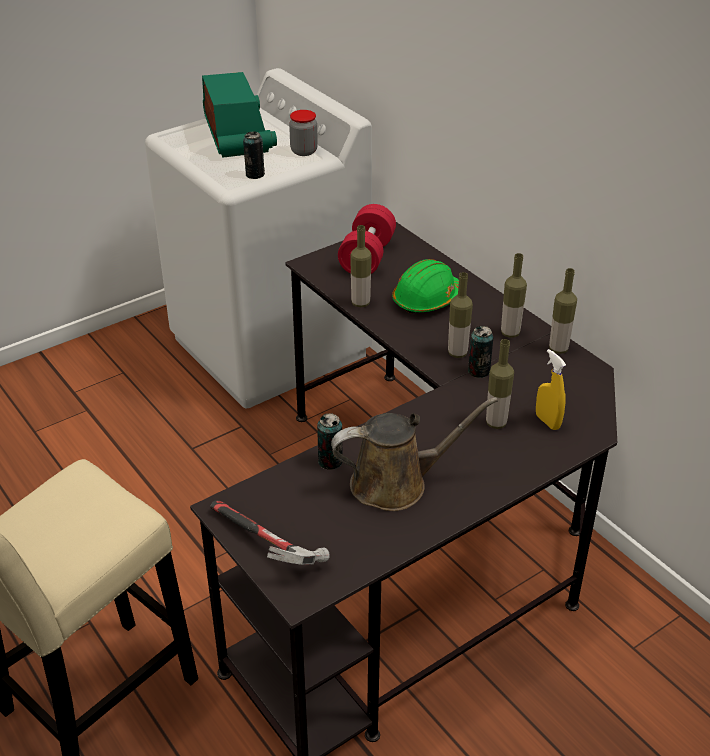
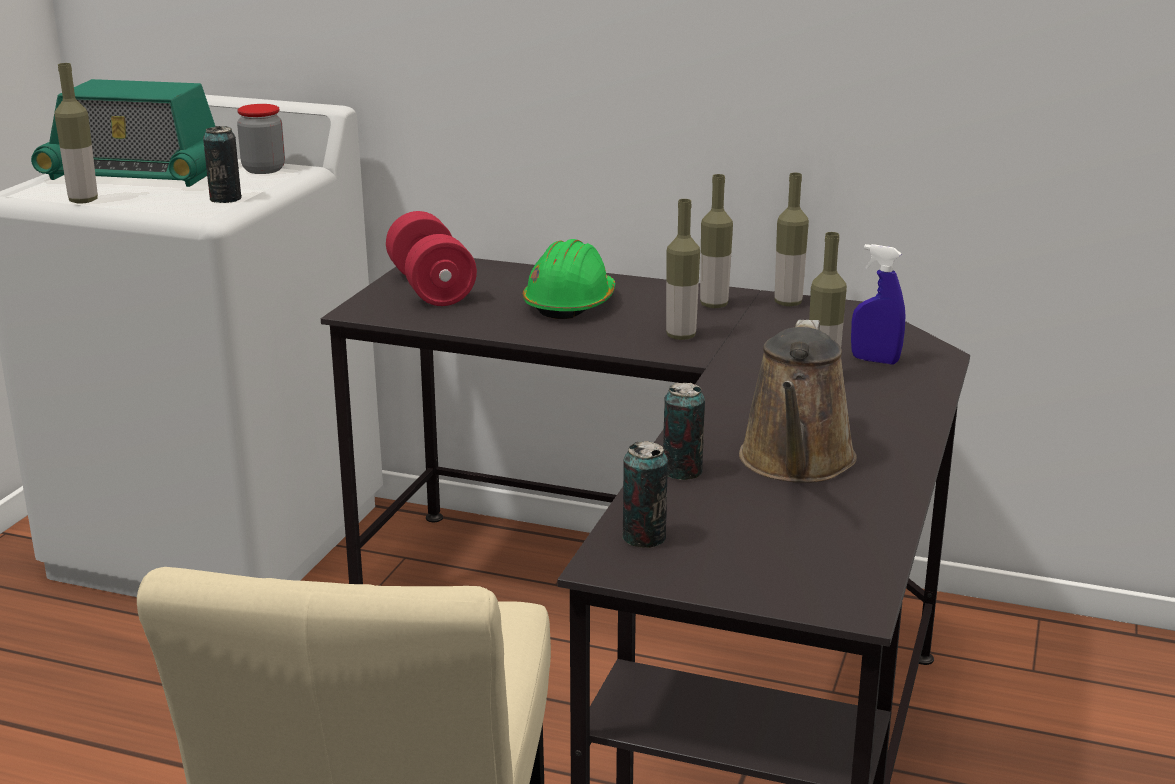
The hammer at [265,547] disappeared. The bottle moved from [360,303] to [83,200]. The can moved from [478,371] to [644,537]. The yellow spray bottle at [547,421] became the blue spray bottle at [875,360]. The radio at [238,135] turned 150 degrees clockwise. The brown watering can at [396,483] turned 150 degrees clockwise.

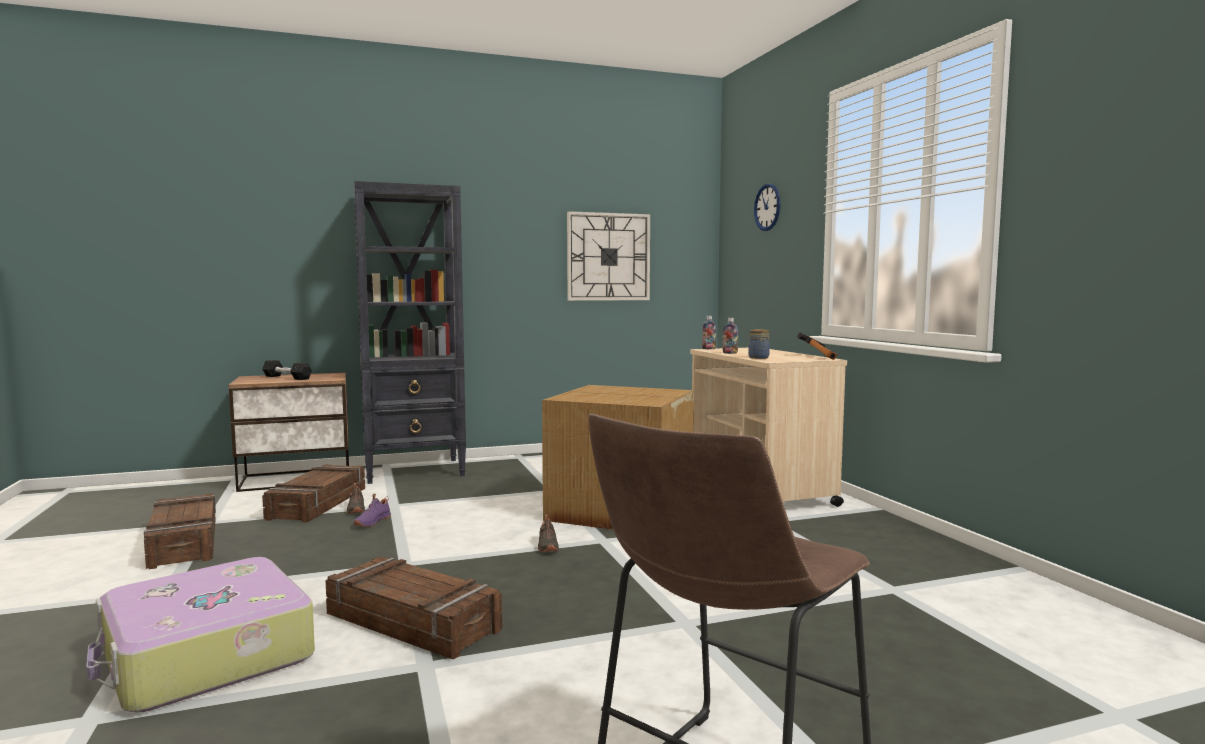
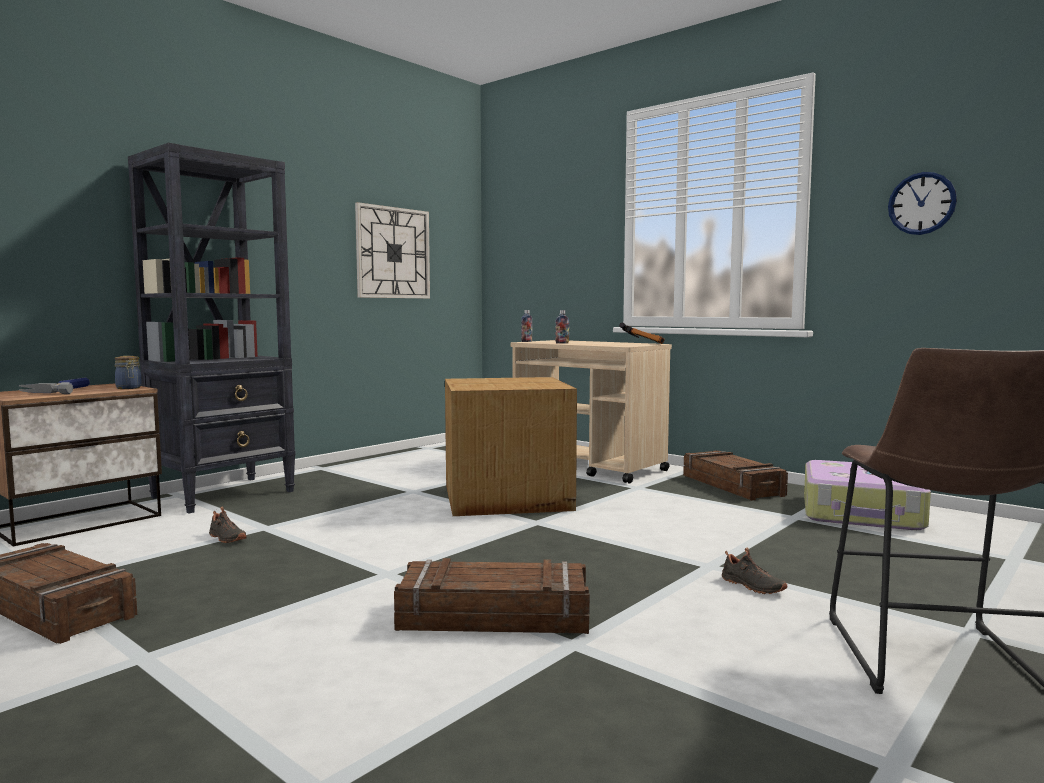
The purple shoe at [371,522] disappeared. The suitcase moved from [206,656] to [862,513]. The crate moved from [319,504] to [732,485]. The black shoe moved from [547,546] to [752,587]. The jar moved from [759,358] to [129,388]. The wall clock moved from [767,207] to [921,203]. The black dumbbell at [287,377] was replaced by the hammer at [62,390].

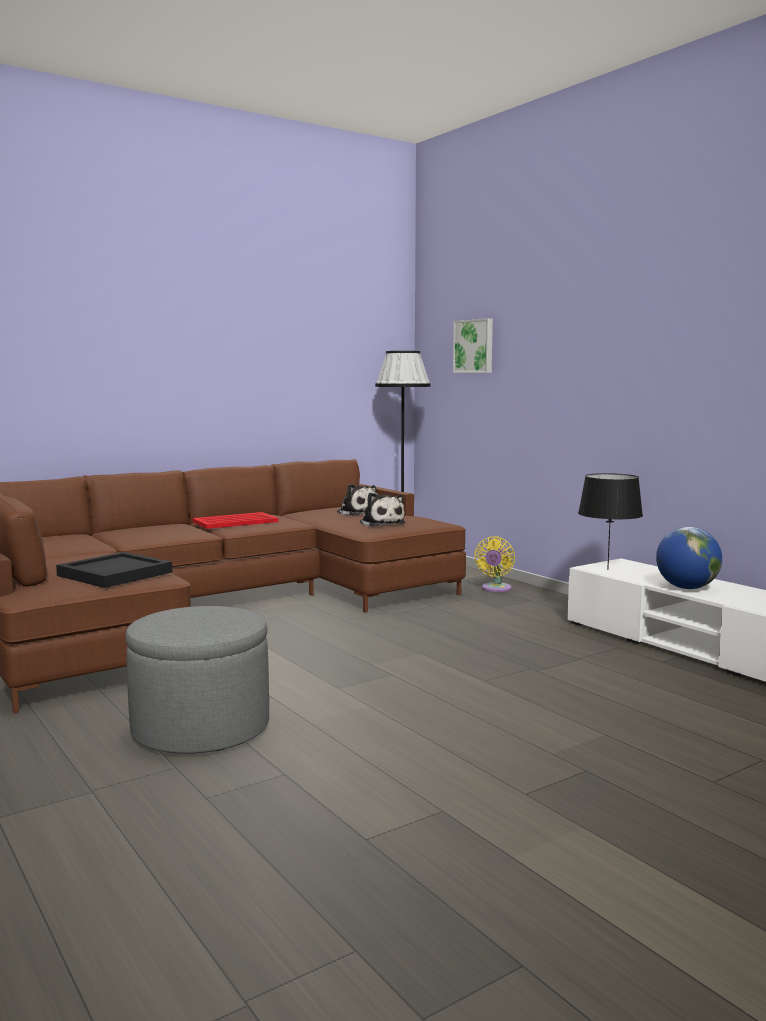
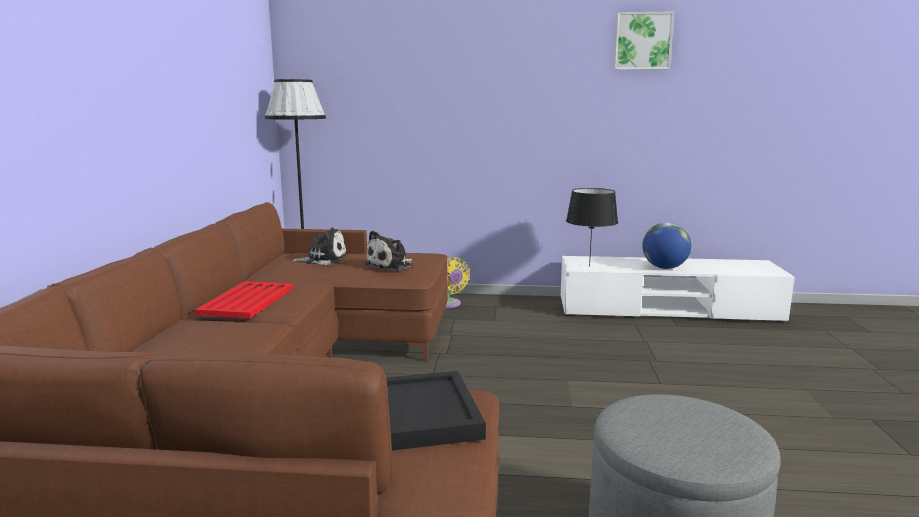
The picture moved from [474,346] to [642,41]. The plush toy at [381,523] turned 120 degrees clockwise.

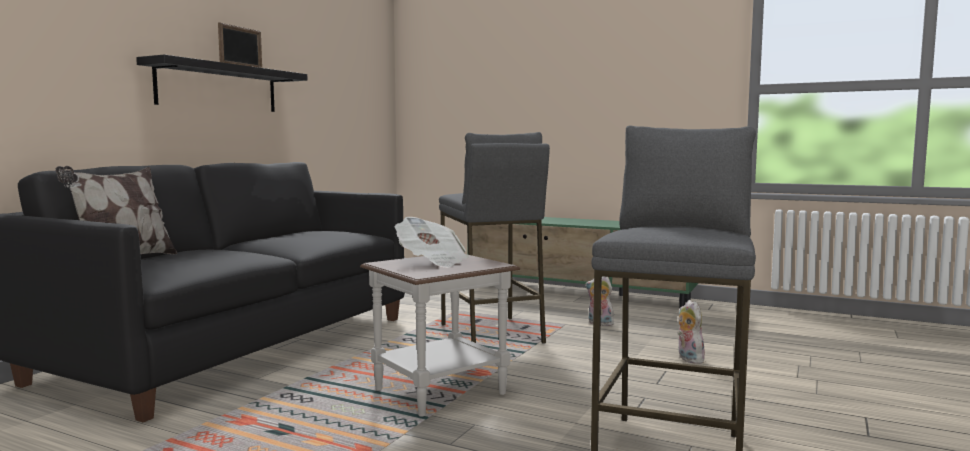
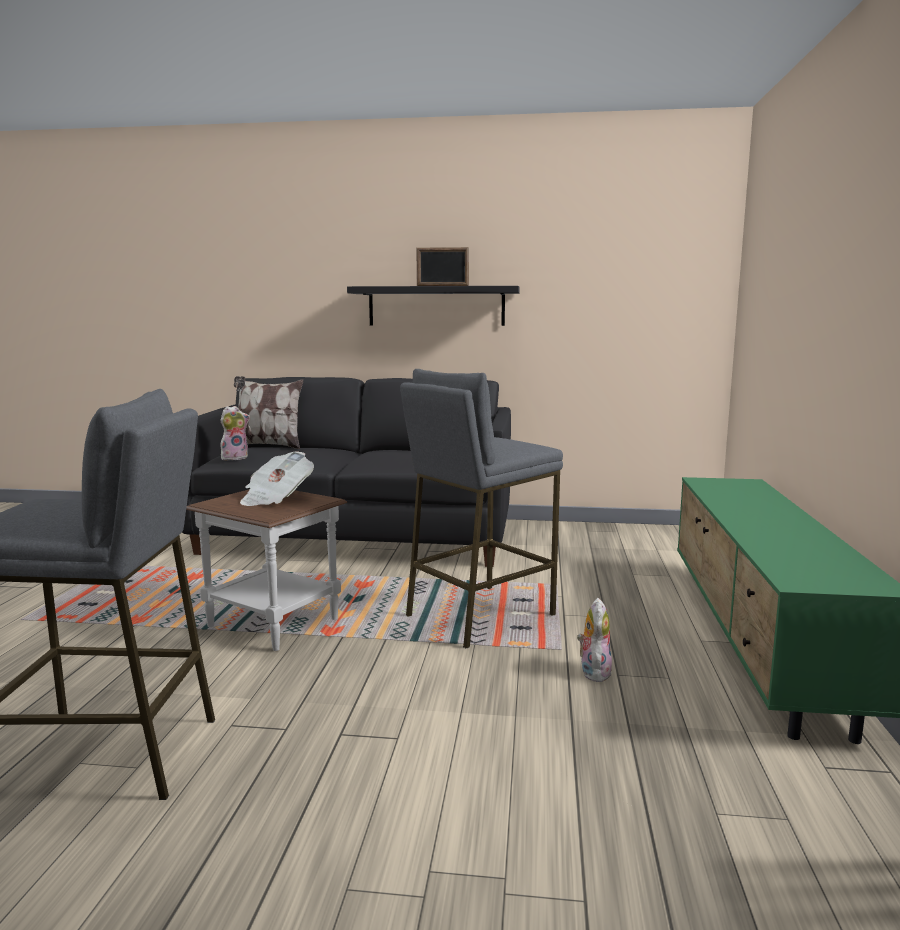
The plush toy moved from [688,359] to [235,458].

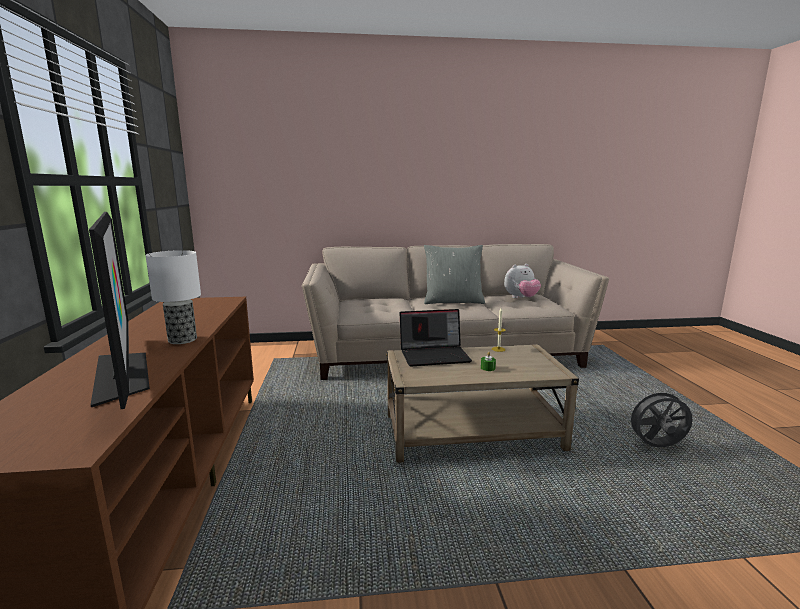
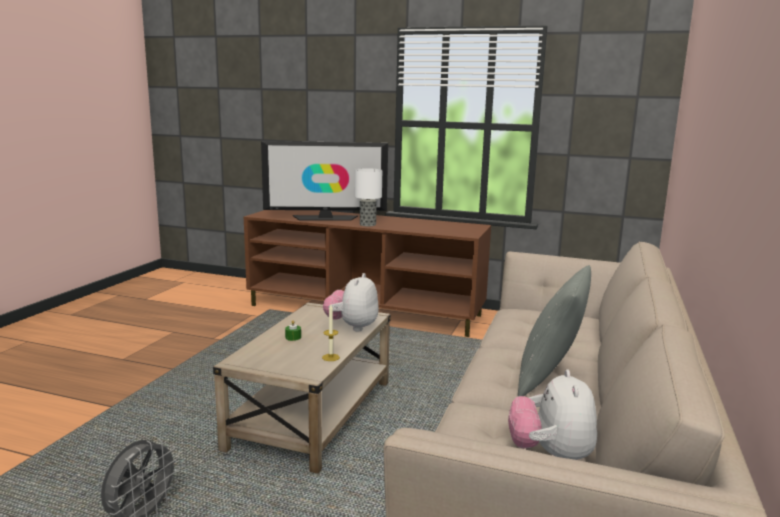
The laptop at [435,355] was replaced by the plush toy at [352,327].

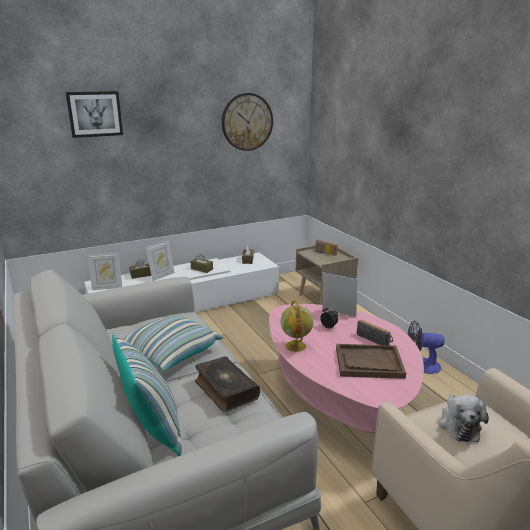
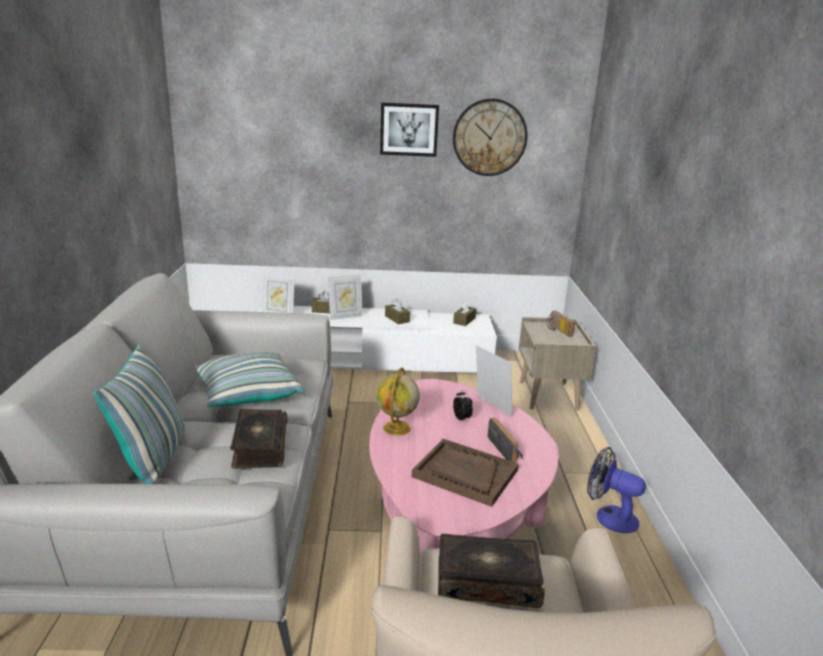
The picture moved from [95,114] to [409,129]. The plush toy at [459,425] was replaced by the book at [487,581].

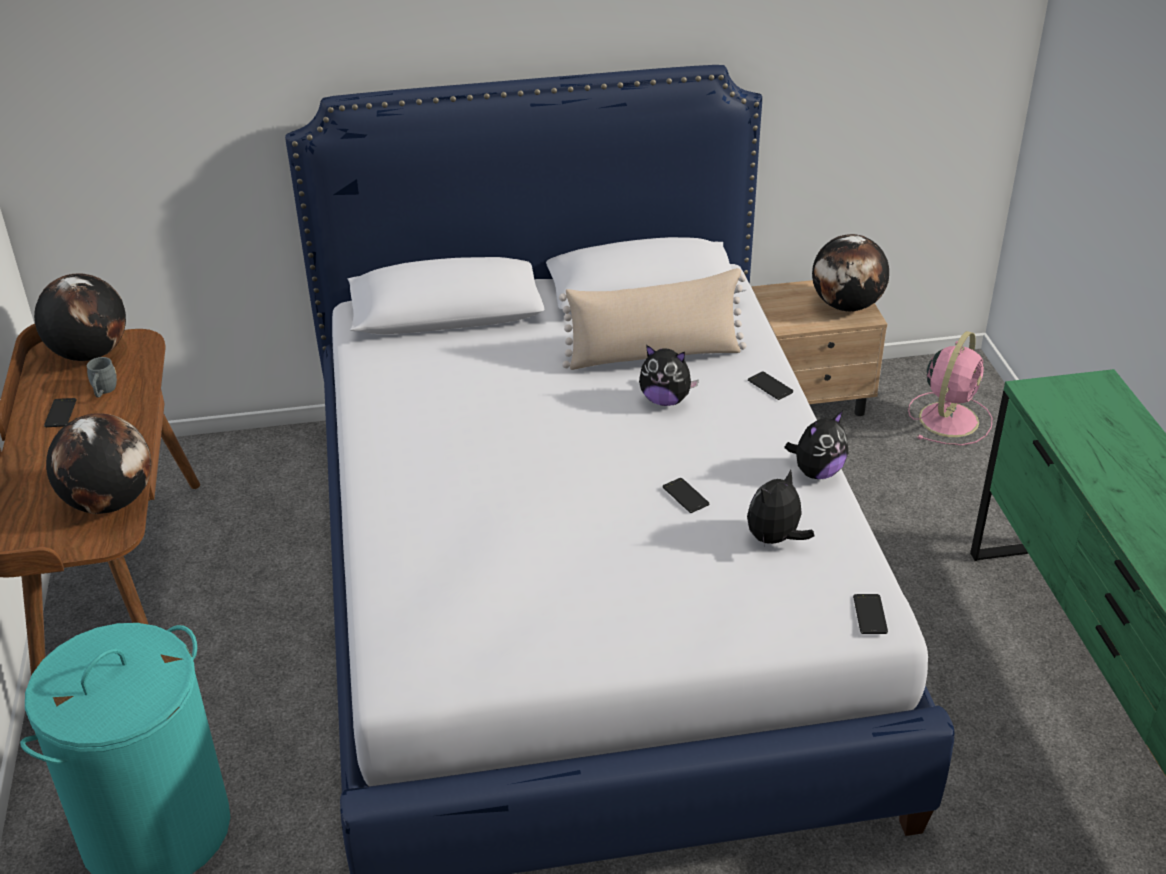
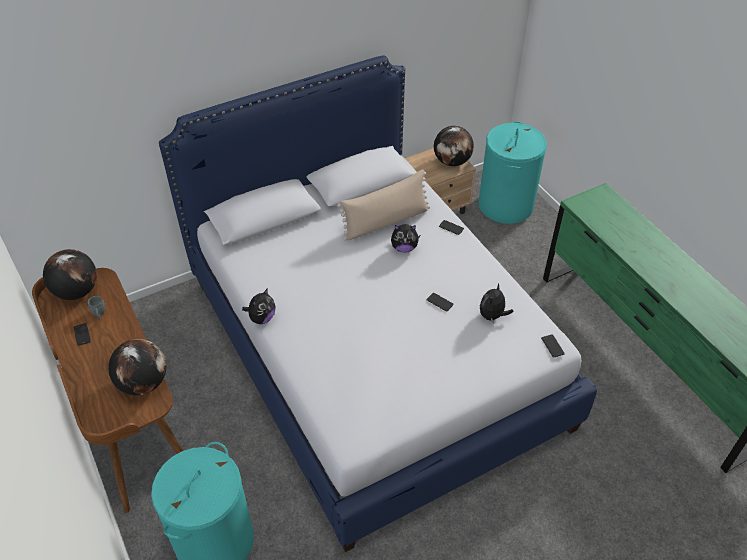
The plush toy moved from [817,472] to [262,318]. The pink fan at [949,418] was replaced by the turquoise laundry basket at [505,205].

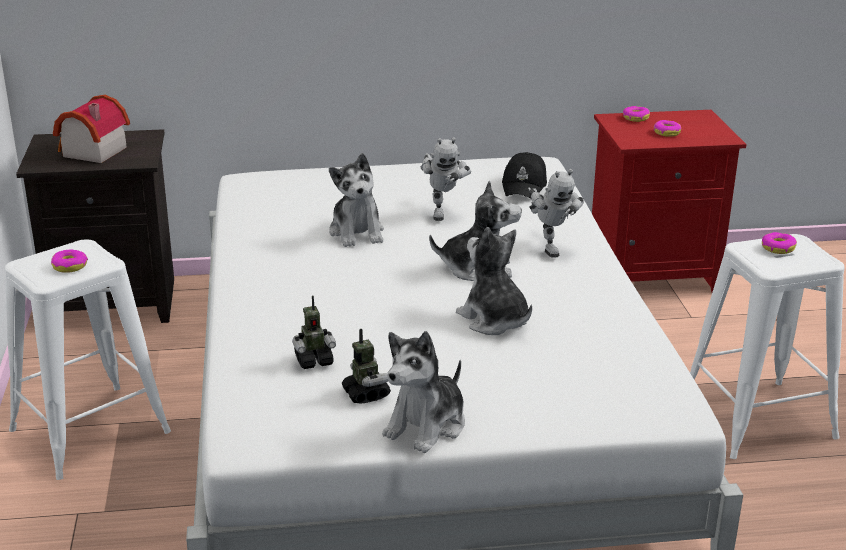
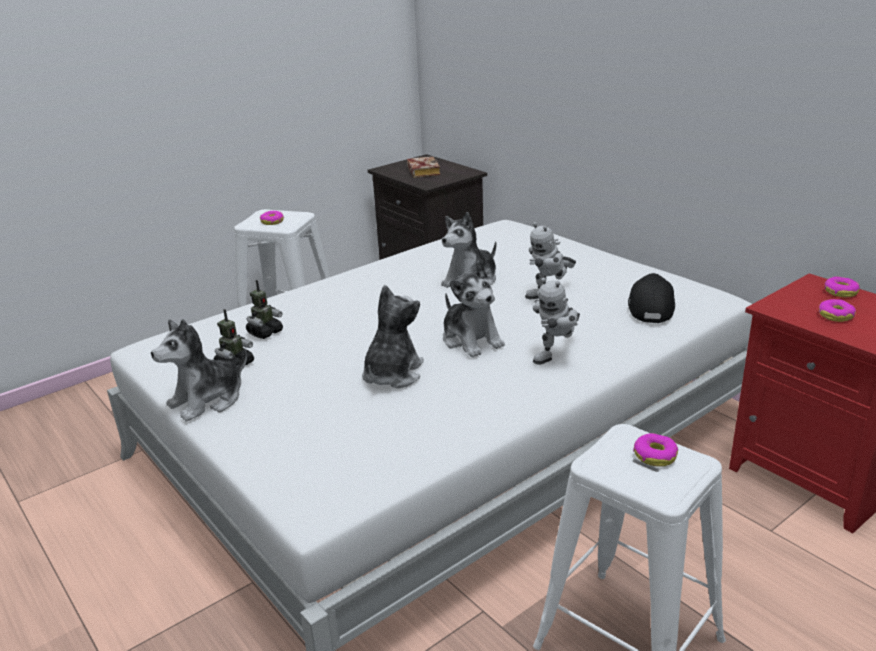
The toy house at [90,152] was replaced by the book at [421,171]. The toy robot at [314,360] turned 90 degrees counterclockwise. The plush toy at [427,426] turned 45 degrees counterclockwise. The black cap at [525,185] turned 120 degrees clockwise.

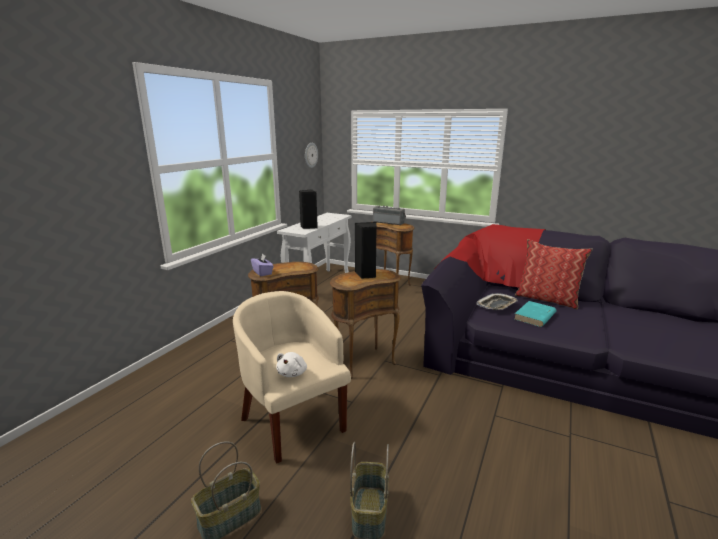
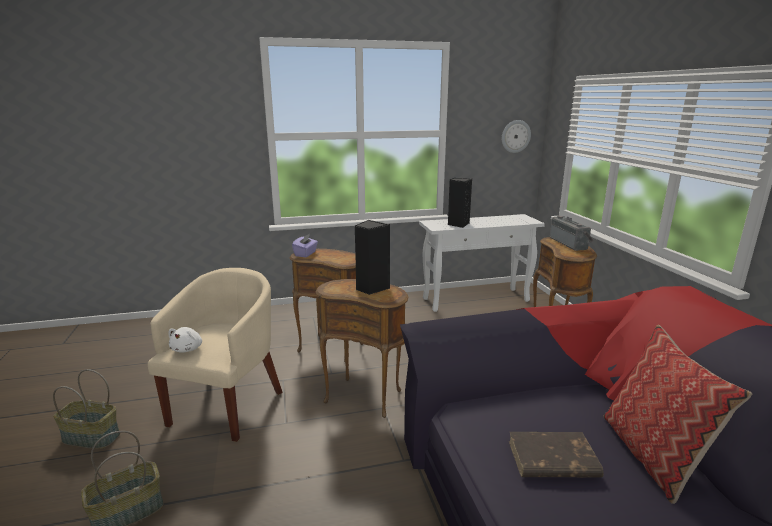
The tray at [497,305] disappeared. The turquoise book at [535,316] became the brown book at [552,459]. The white plush toy at [293,373] turned 60 degrees counterclockwise.

